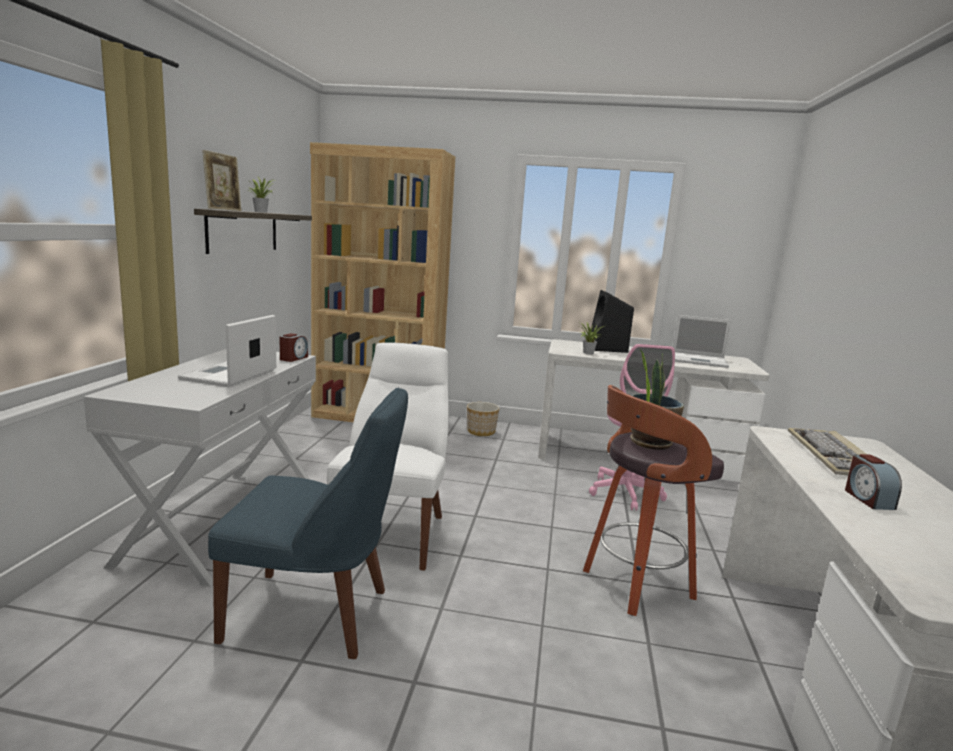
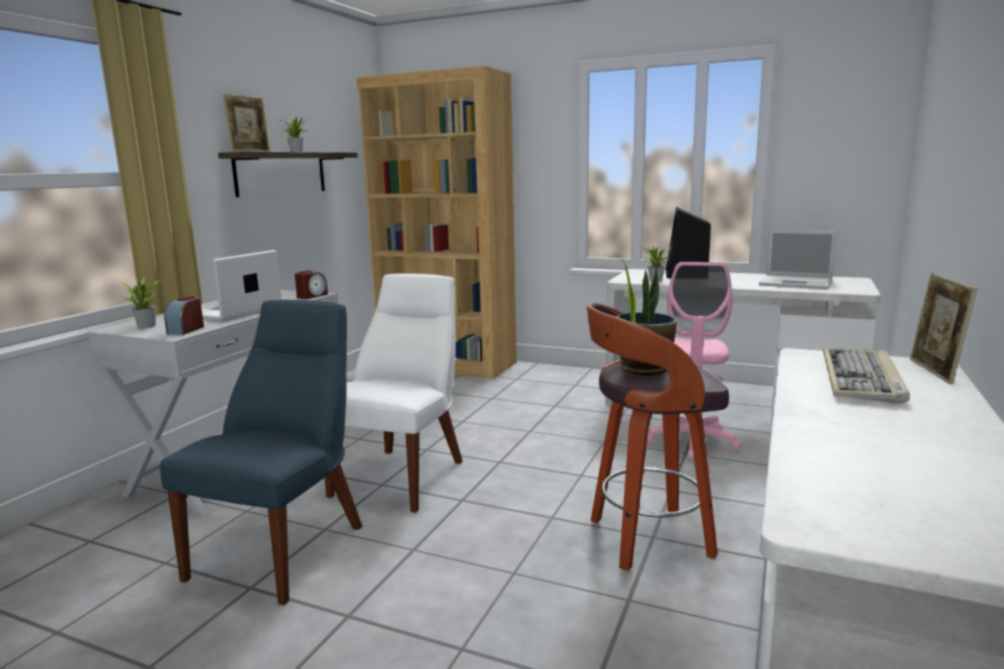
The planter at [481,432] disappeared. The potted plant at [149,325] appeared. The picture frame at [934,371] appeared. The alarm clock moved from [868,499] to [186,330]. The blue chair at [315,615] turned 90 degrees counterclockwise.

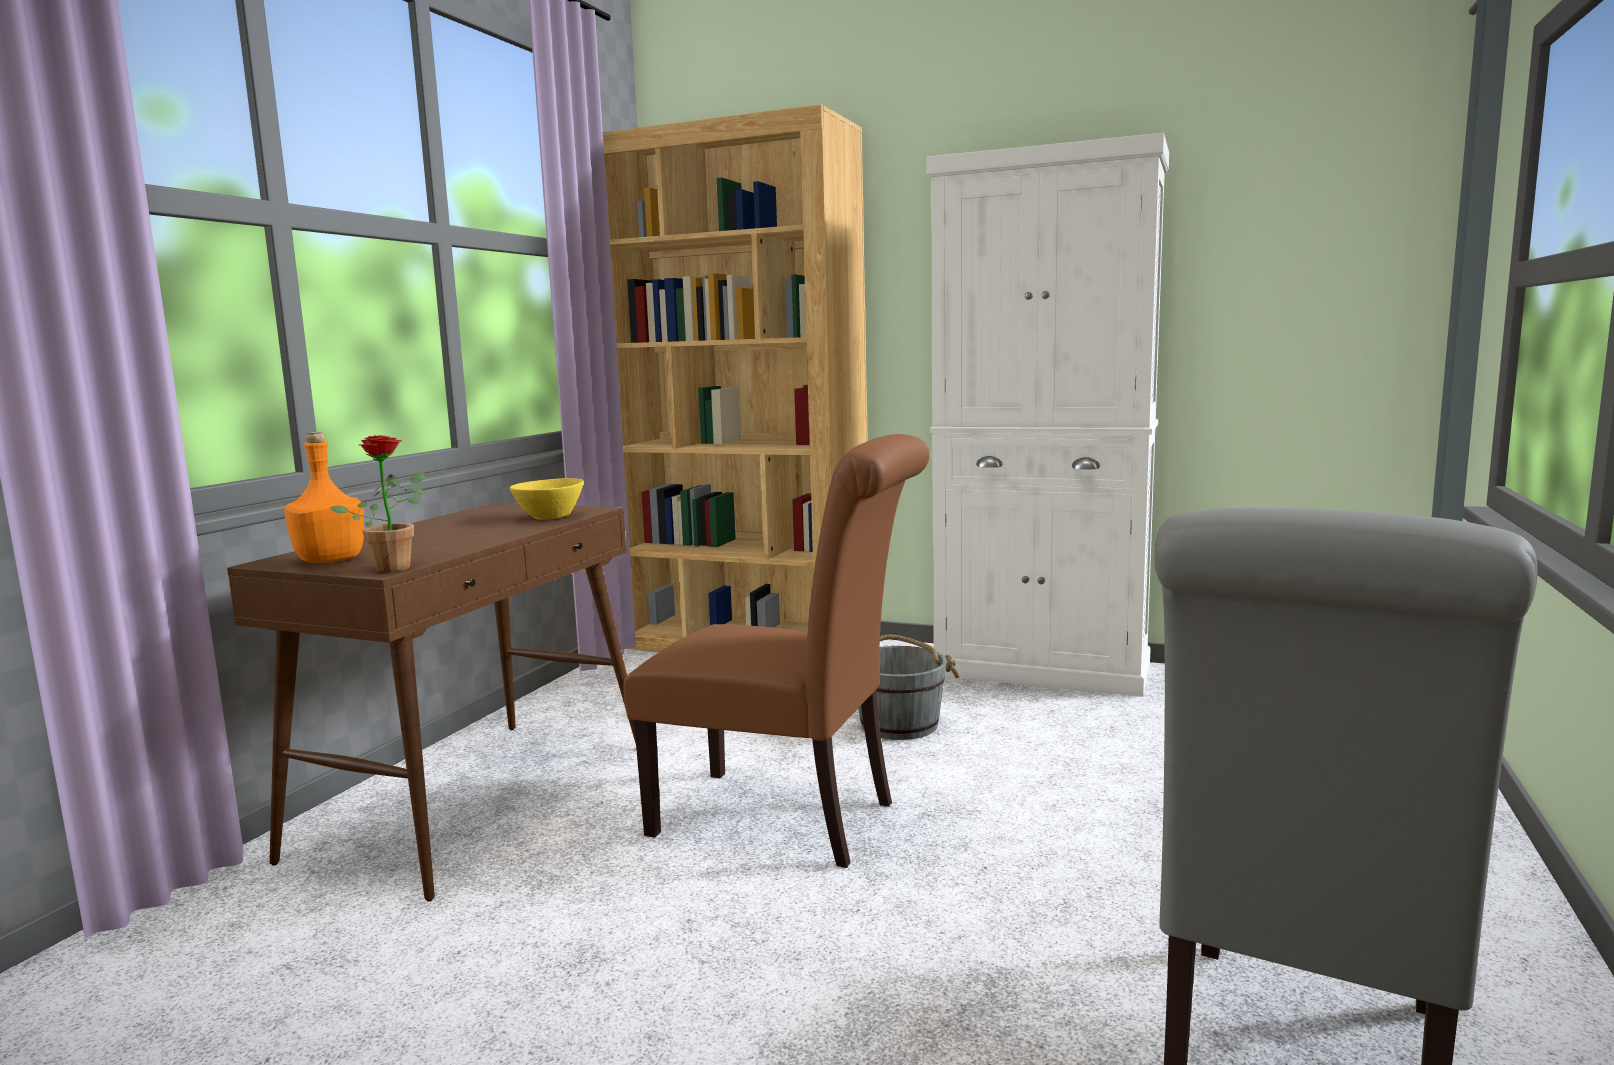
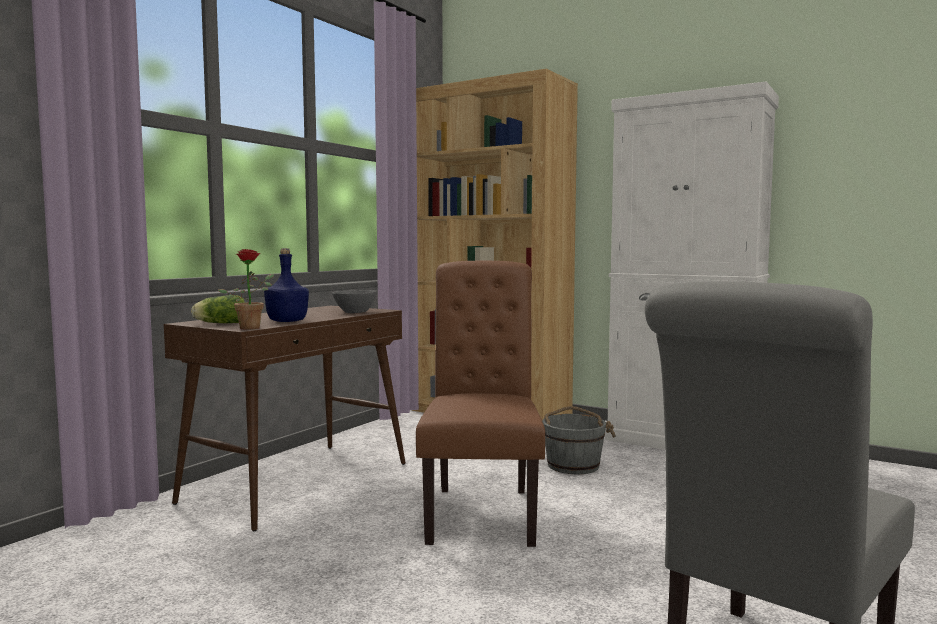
The blue bottle at [286,321] appeared. The orange bottle at [330,560] was replaced by the lettuce at [219,323]. The yellow bowl at [548,517] became the grey bowl at [354,312]. The brown chair at [788,819] turned 120 degrees counterclockwise.

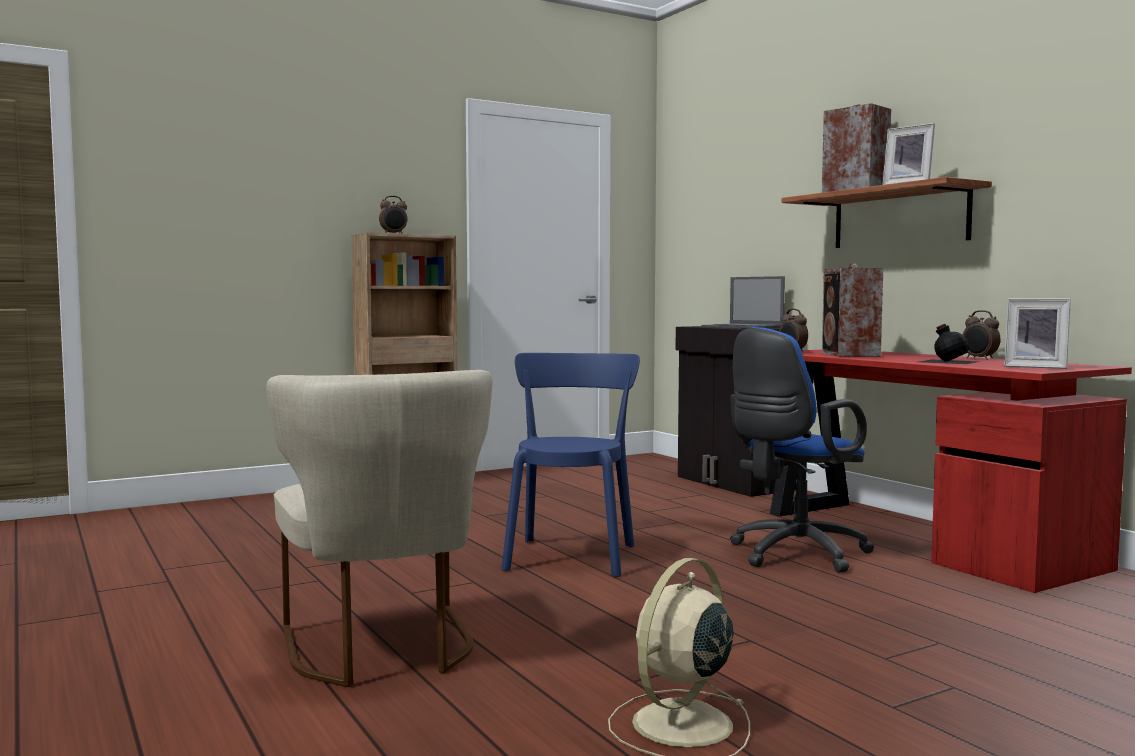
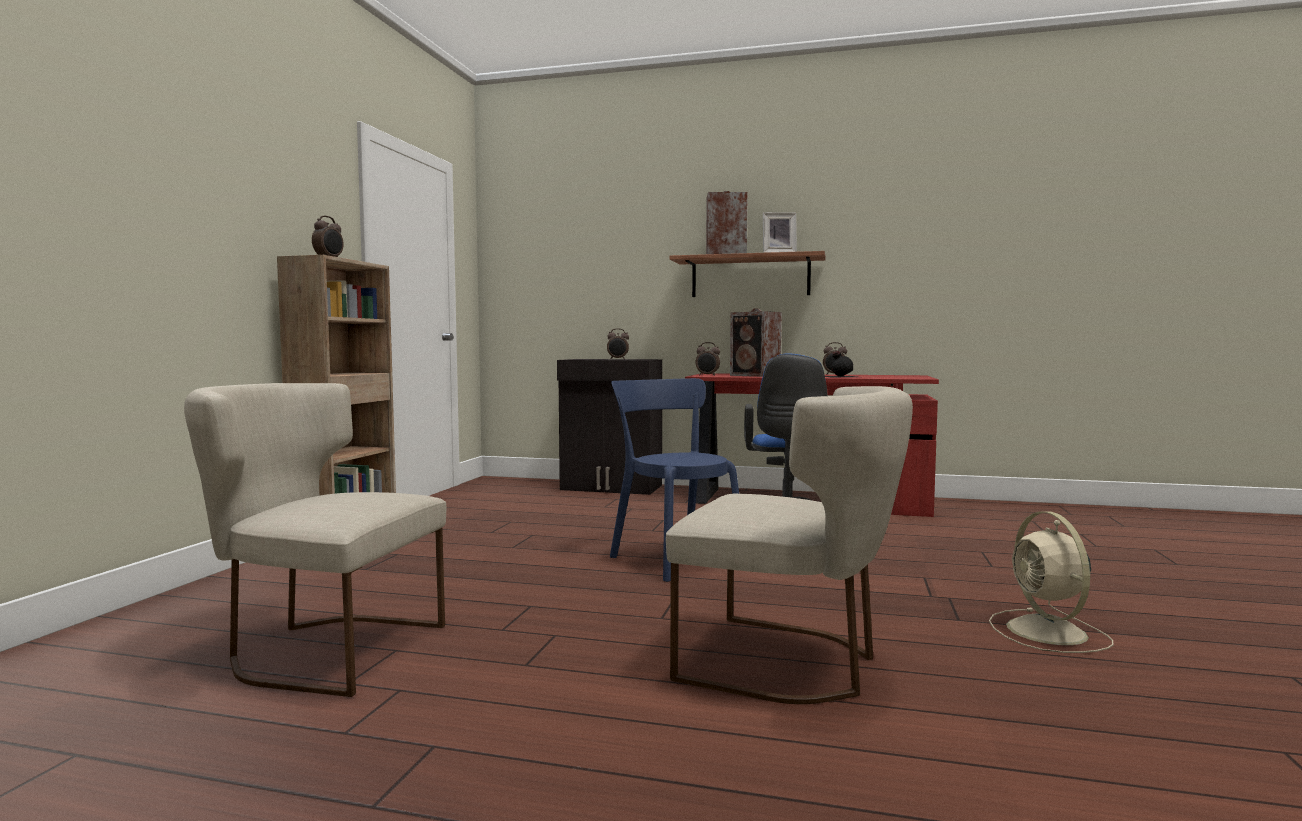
The picture frame at [1035,367] disappeared. The beige chair at [322,650] appeared. The laptop at [743,327] was replaced by the alarm clock at [618,359].

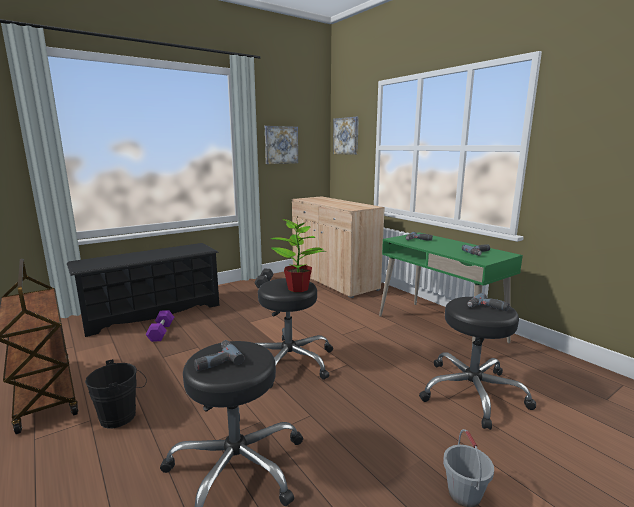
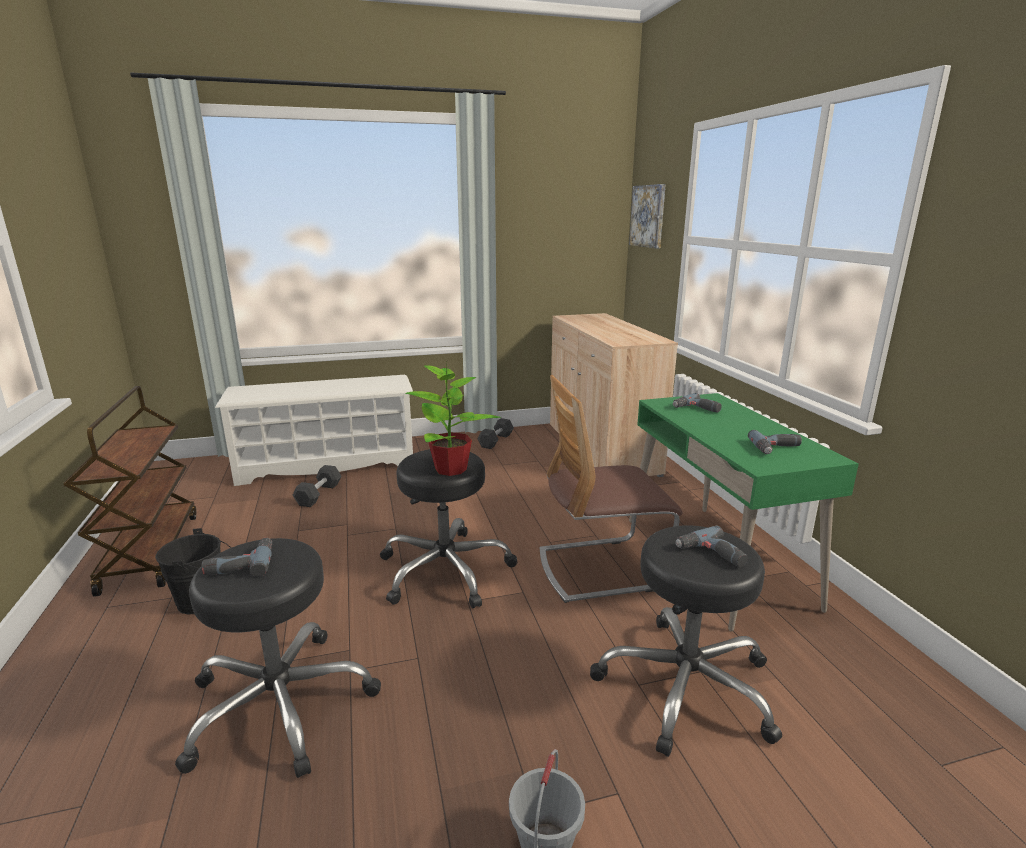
The picture at [281,145] disappeared. The chair at [601,569] appeared. The black shoe rack at [153,312] became the white shoe rack at [328,464]. The purple dumbbell at [161,332] became the black dumbbell at [319,494].

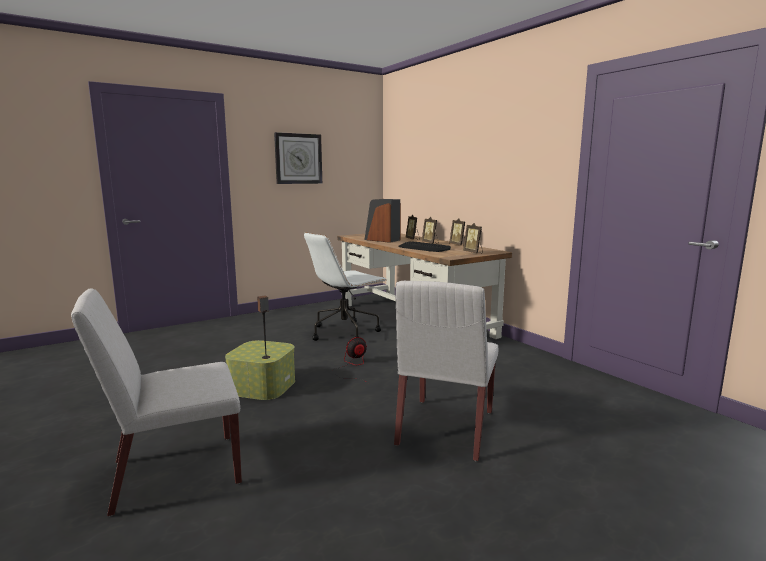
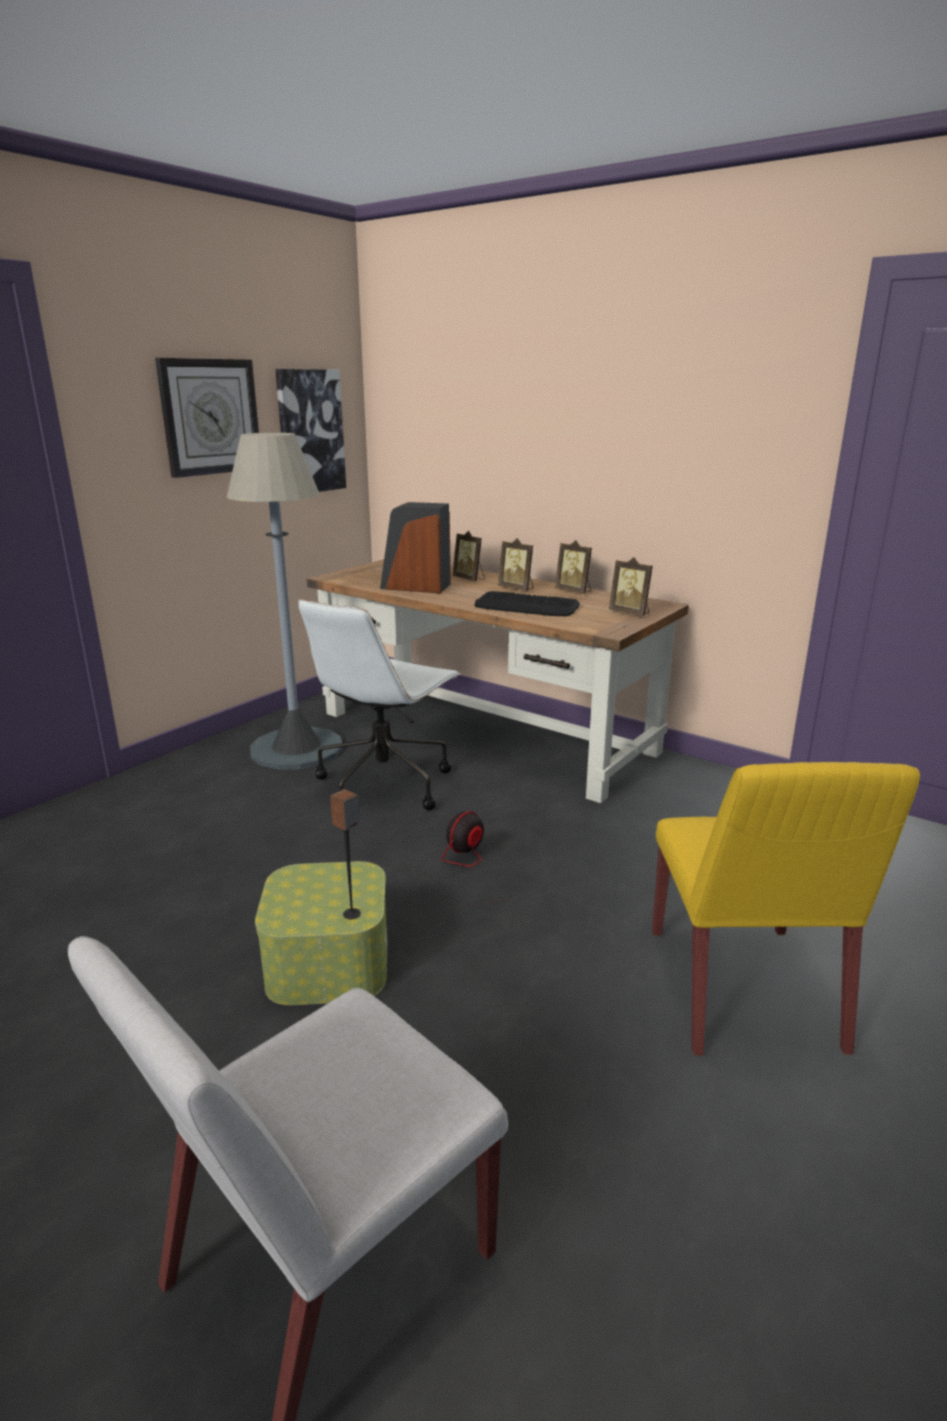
The grey floor lamp at [296,749] appeared. The picture at [310,431] appeared. The white chair at [445,429] became the yellow chair at [743,990].

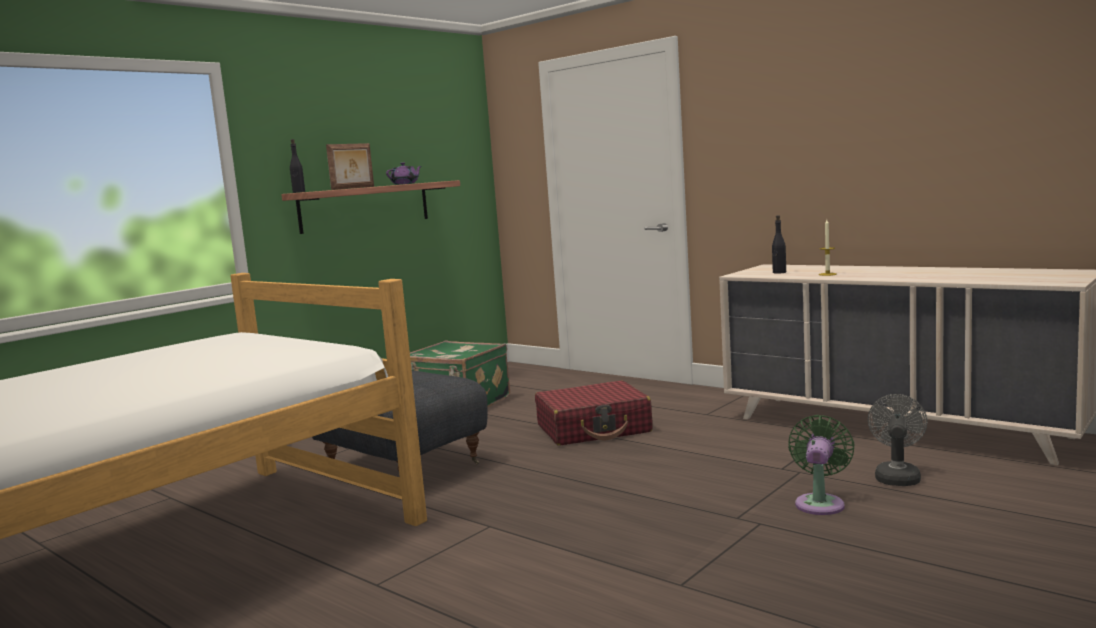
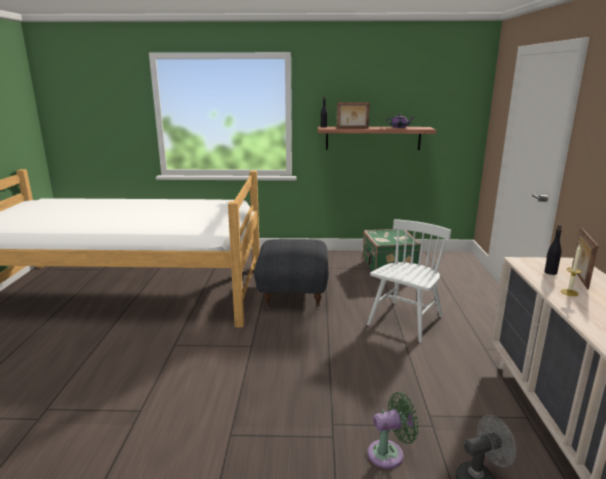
The picture frame at [578,277] appeared. The red suitcase at [594,429] was replaced by the white chair at [405,321].

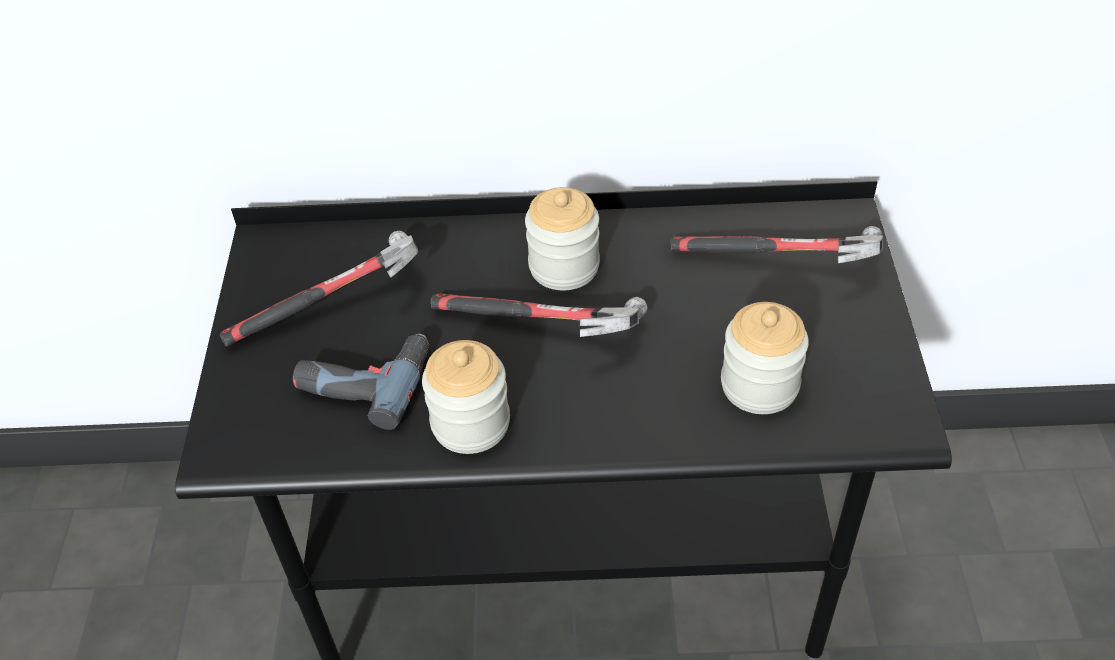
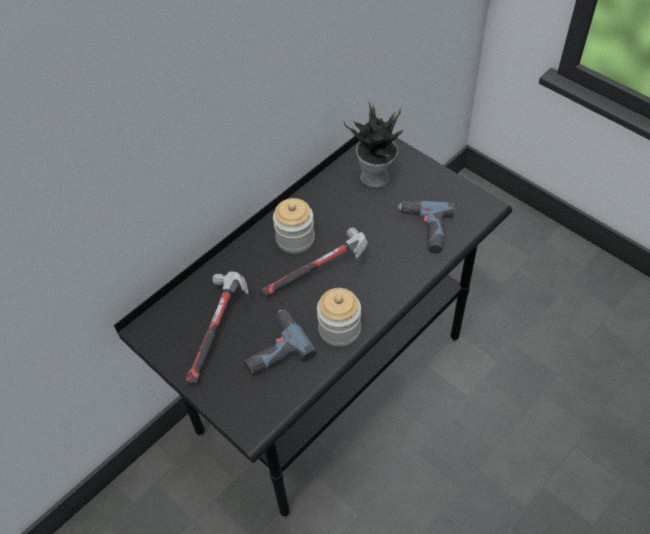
The hammer at [780,264] was replaced by the potted plant at [376,177]. The jar at [759,385] was replaced by the power drill at [424,230].

